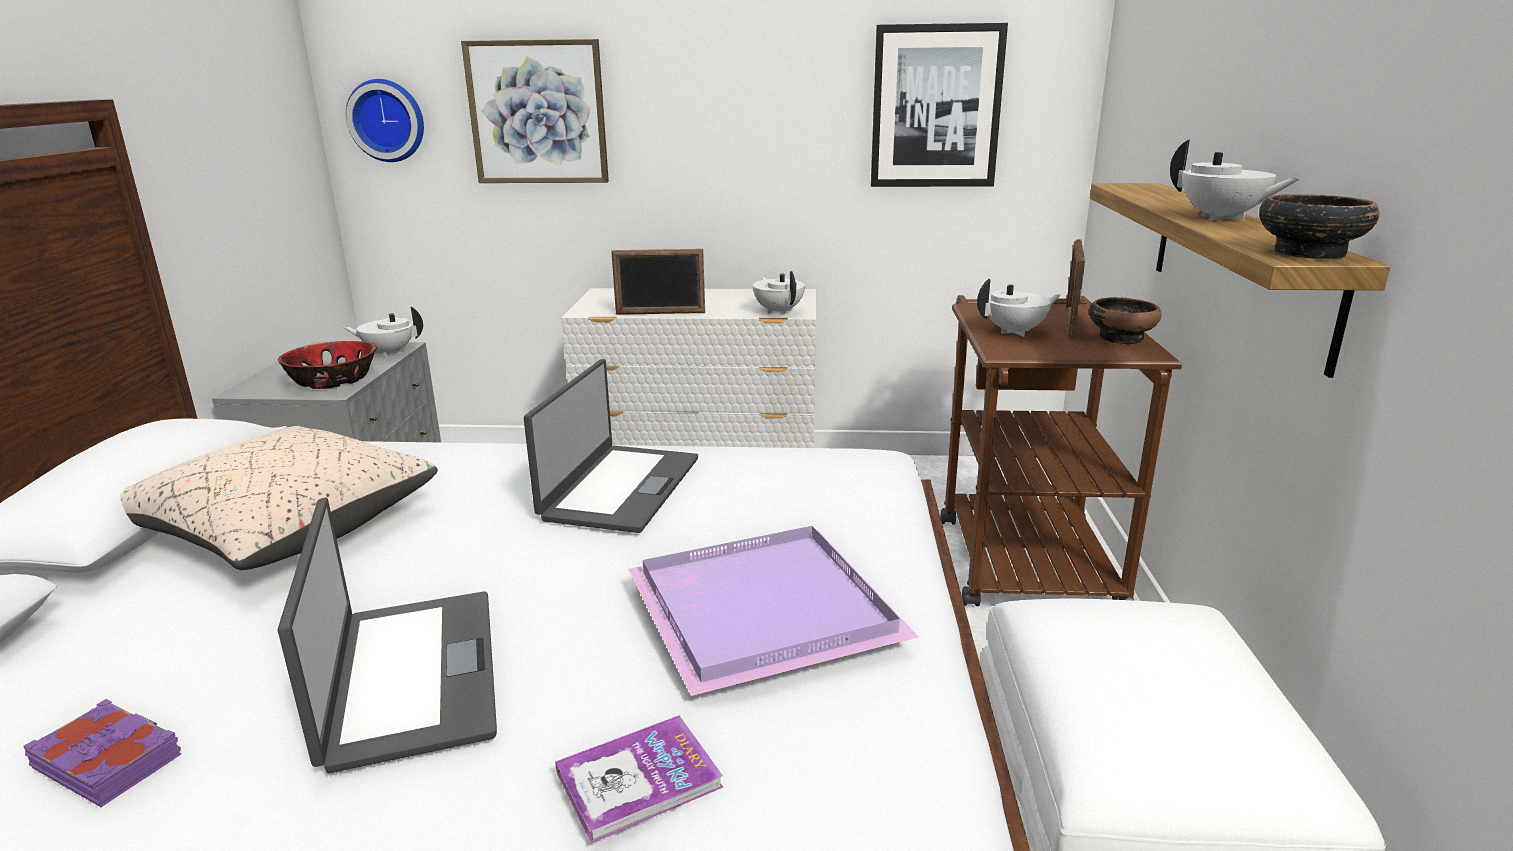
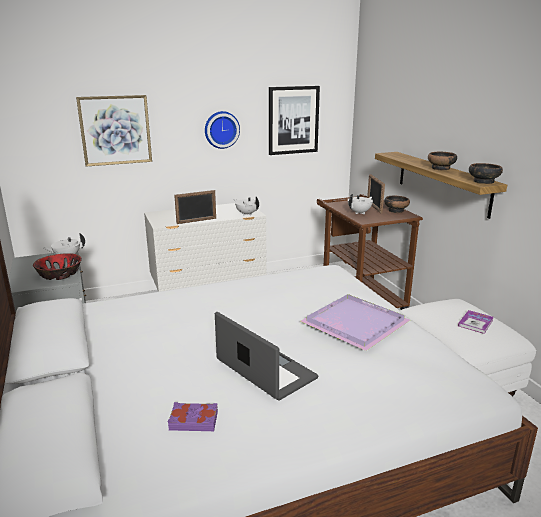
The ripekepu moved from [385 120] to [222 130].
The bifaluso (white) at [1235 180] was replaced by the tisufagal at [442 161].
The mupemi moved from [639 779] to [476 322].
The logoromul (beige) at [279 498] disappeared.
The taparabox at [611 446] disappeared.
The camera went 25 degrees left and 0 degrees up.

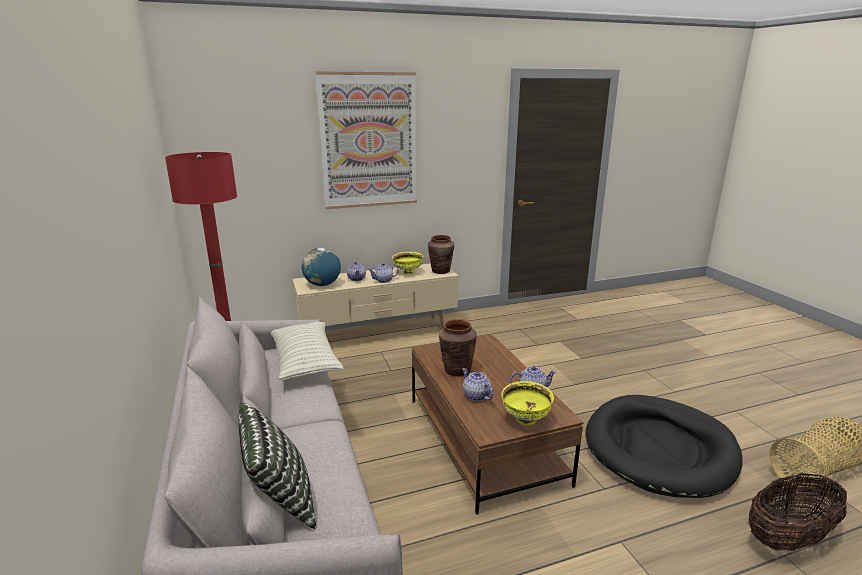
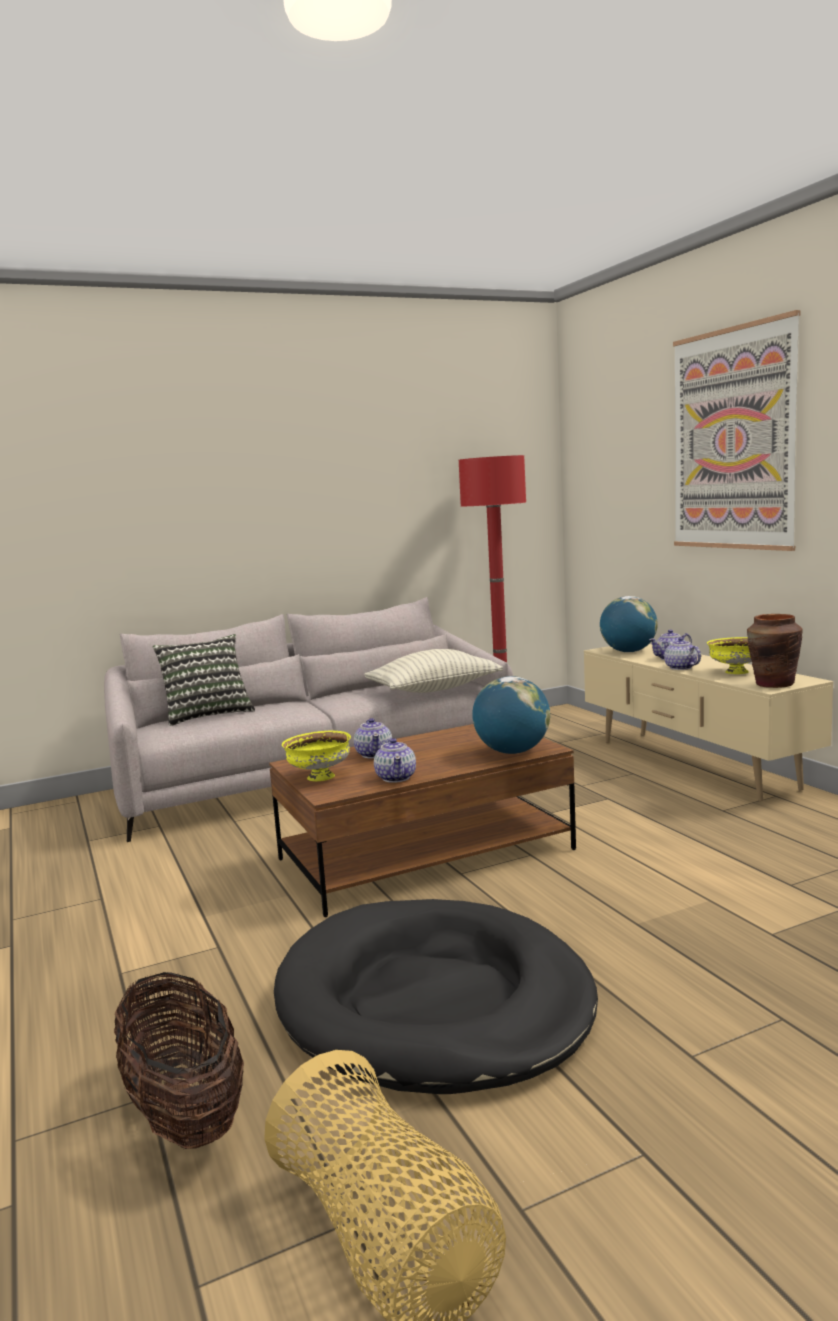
The bifaluso at [478 384] turned 120 degrees clockwise.
The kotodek at [511 715] appeared.
The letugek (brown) at [458 347] disappeared.
The camera went 85 degrees right and 10 degrees down.

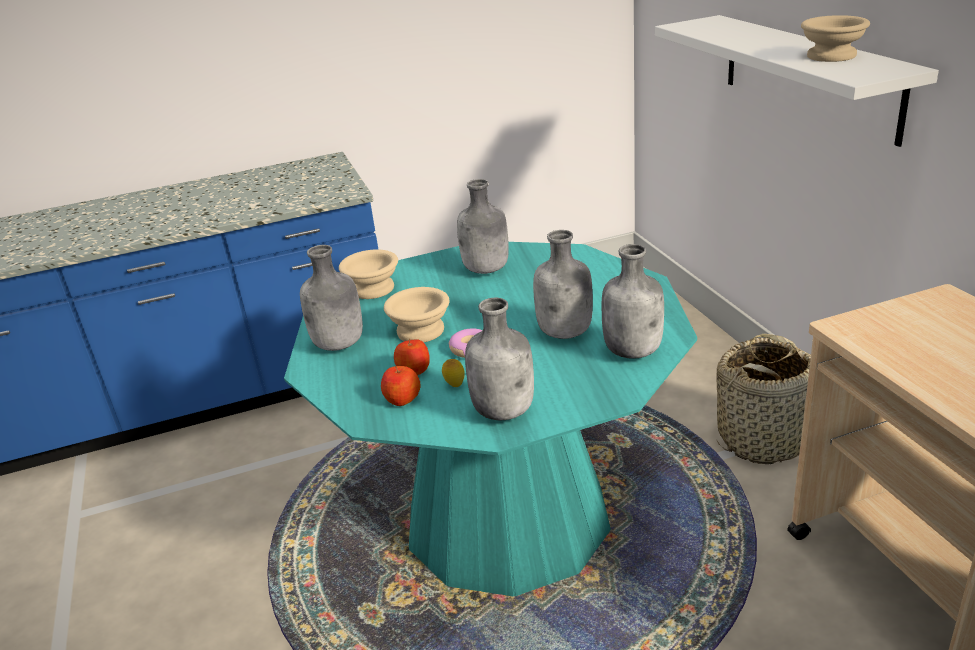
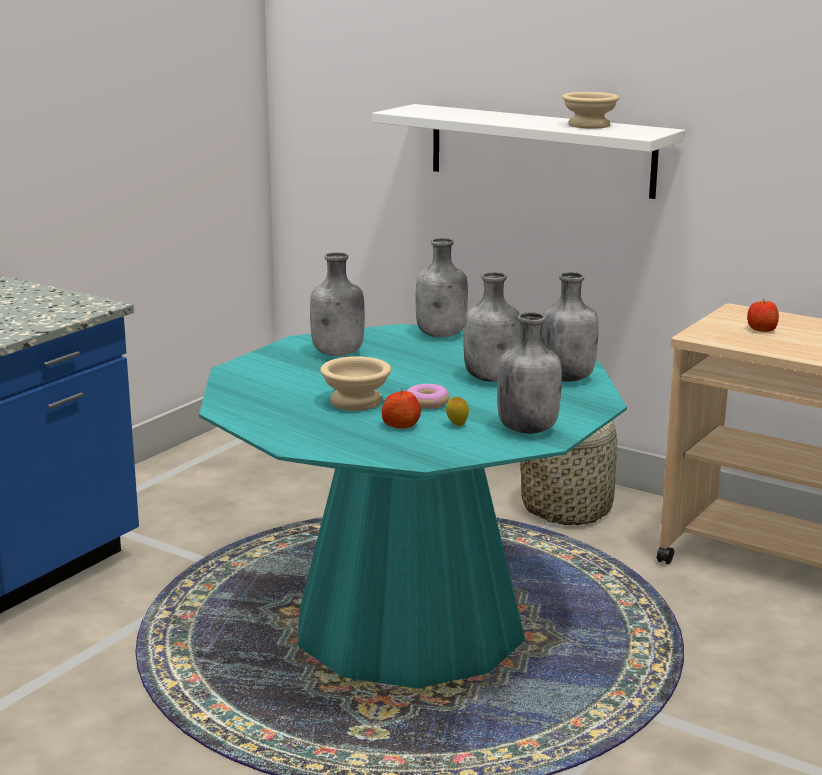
The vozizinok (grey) moved from [331 298] to [441 288].
The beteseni moved from [401 386] to [763 315].
The tisufagal (beige) at [368 274] disappeared.
The camera went 40 degrees left and 10 degrees down.

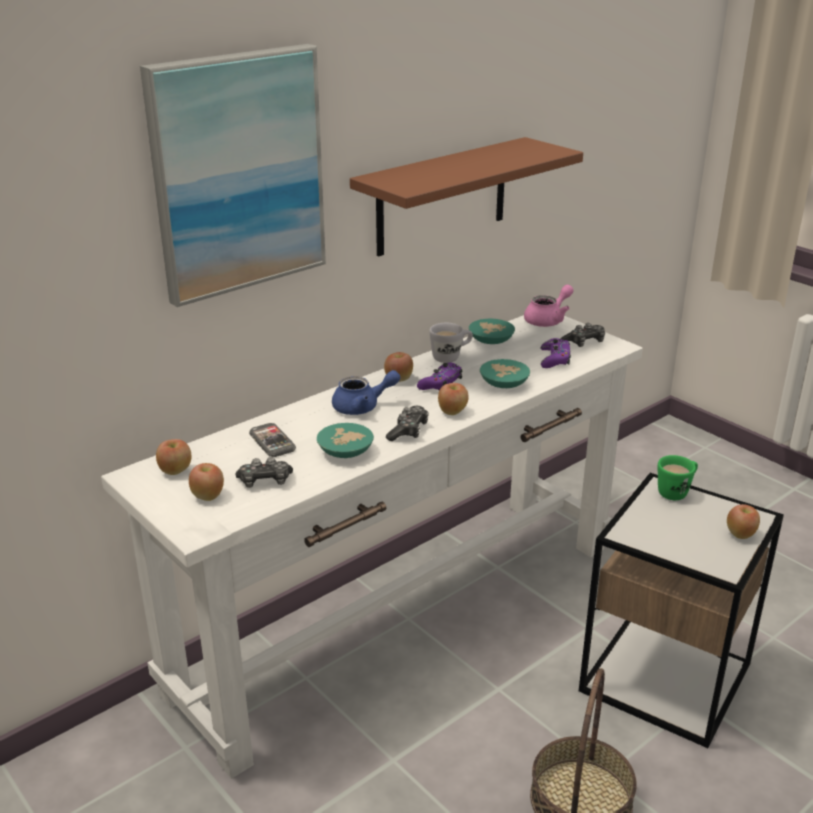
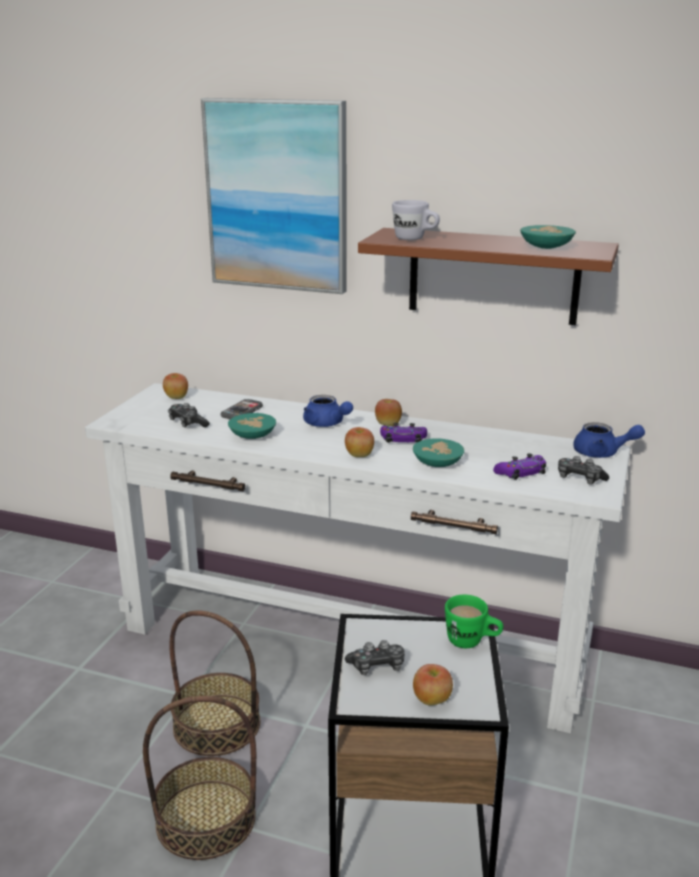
The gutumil at [214 683] appeared.
The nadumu moved from [407 423] to [375 657].
The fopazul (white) moved from [451 343] to [416 220].
The tisufagal (turquoise) moved from [492 331] to [548 237].
The bifaluso (pink) at [549 306] became the bifaluso (blue) at [609 440].
The beteseni at [206 482] disappeared.
The camera went 60 degrees right and 5 degrees down.

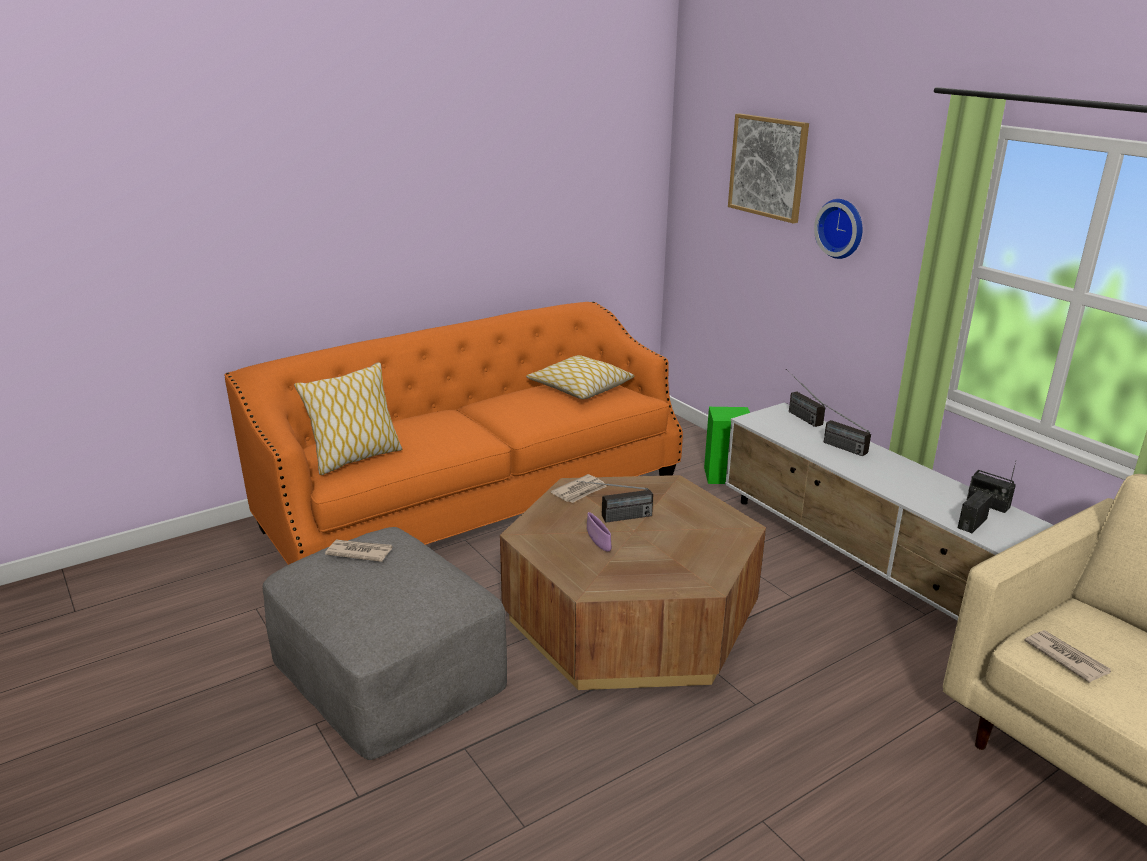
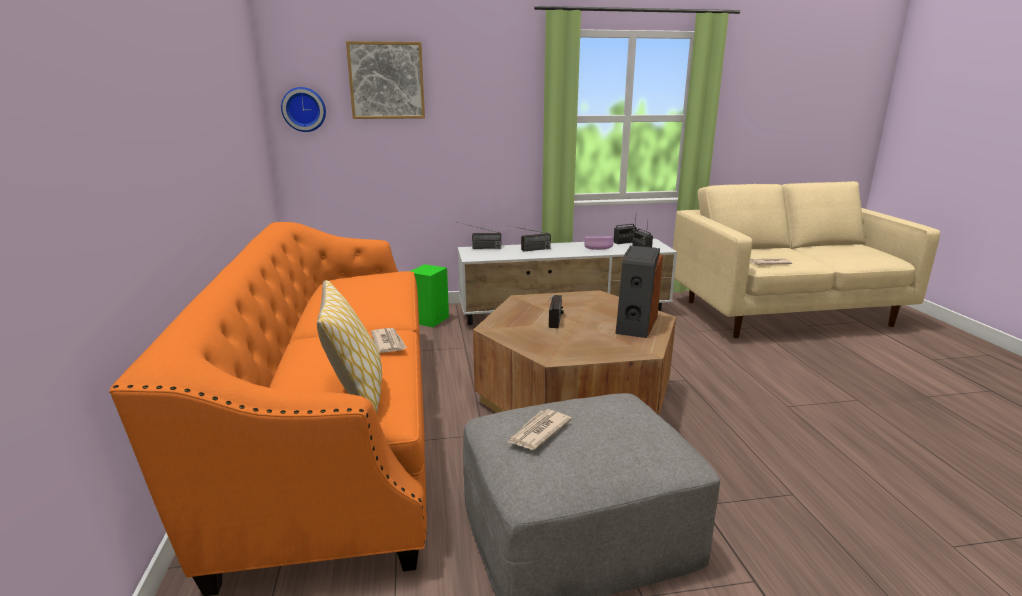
The ripekepu moved from [838 229] to [303 109].
The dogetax moved from [579 488] to [389 340].
The tisufagal (purple) moved from [599 532] to [598 243].
The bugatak at [639 292] appeared.
The logoromul at [580 377] disappeared.
The camera went 65 degrees left and 5 degrees down.

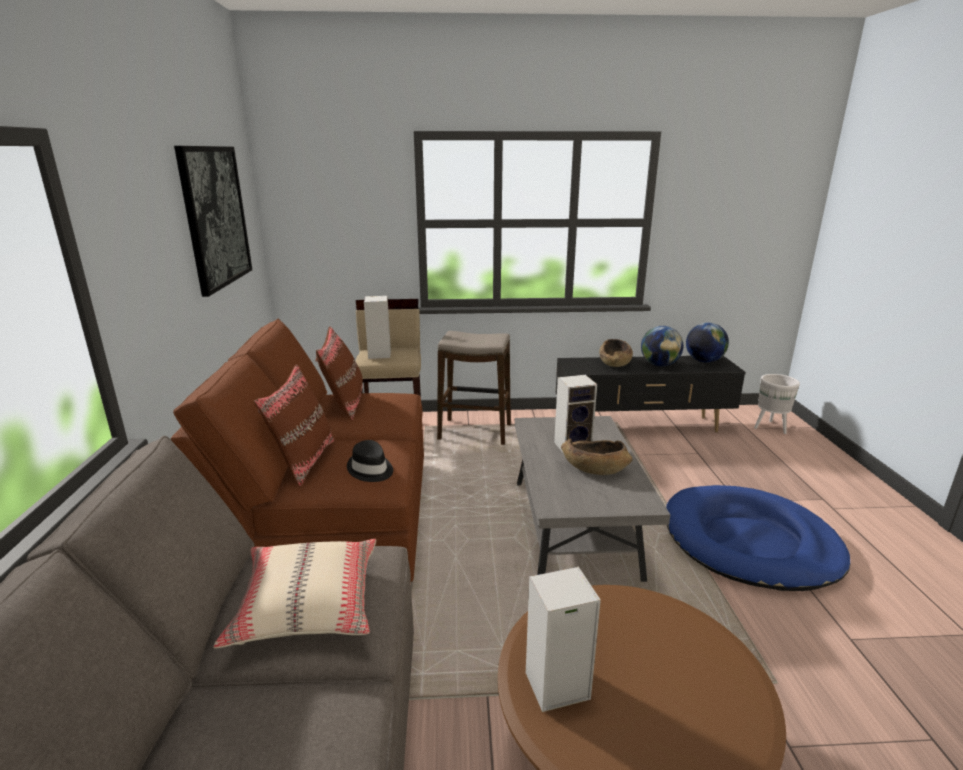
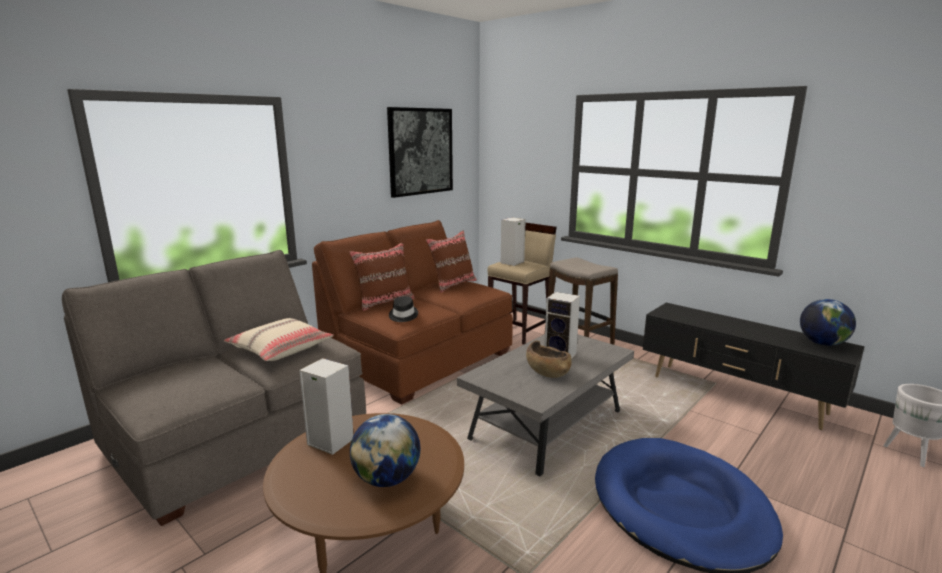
The kotodek moved from [662 346] to [385 450].
The tisufagal (brown) at [616 353] disappeared.
The camera went 45 degrees right and 5 degrees down.

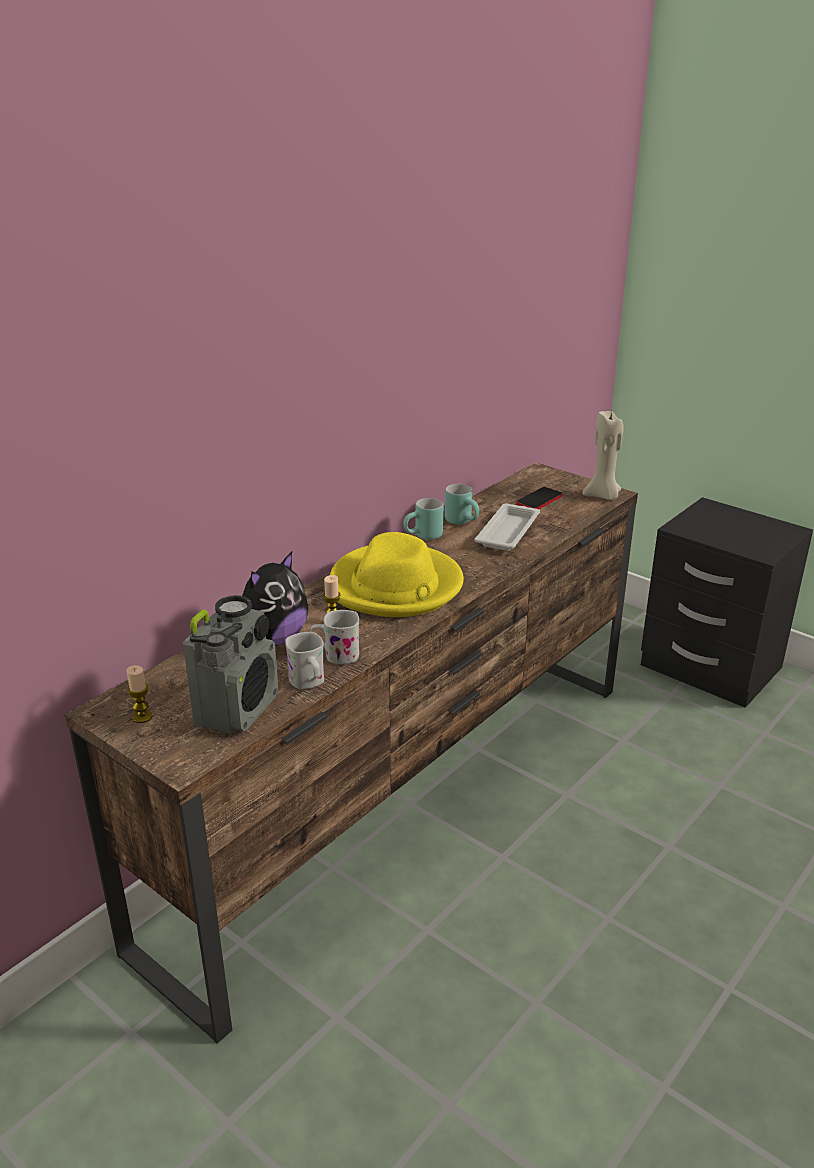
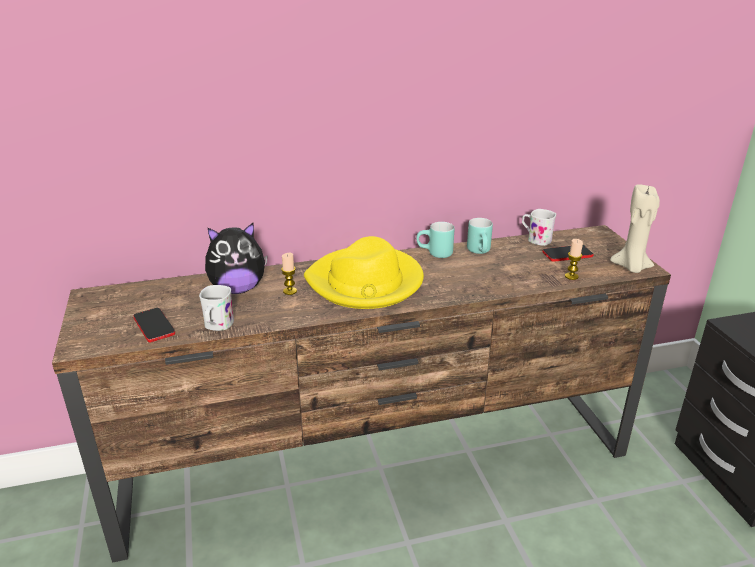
The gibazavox at [230 664] was replaced by the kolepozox at [154 325].
The fopazul (white) moved from [335 637] to [539 227].
The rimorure moved from [139 694] to [574 259].
The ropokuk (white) at [507 527] disappeared.
The camera went 35 degrees right and 0 degrees up.

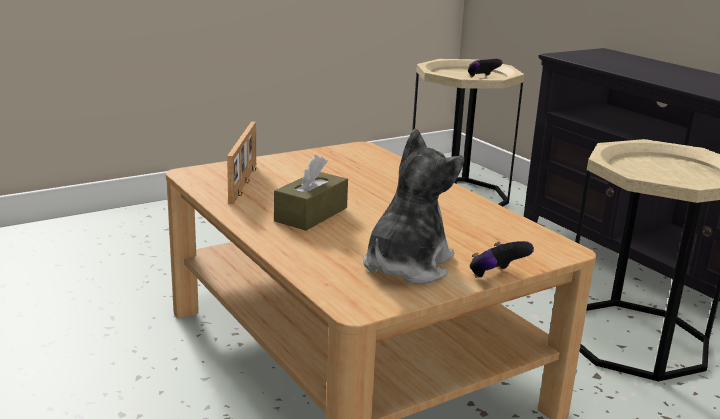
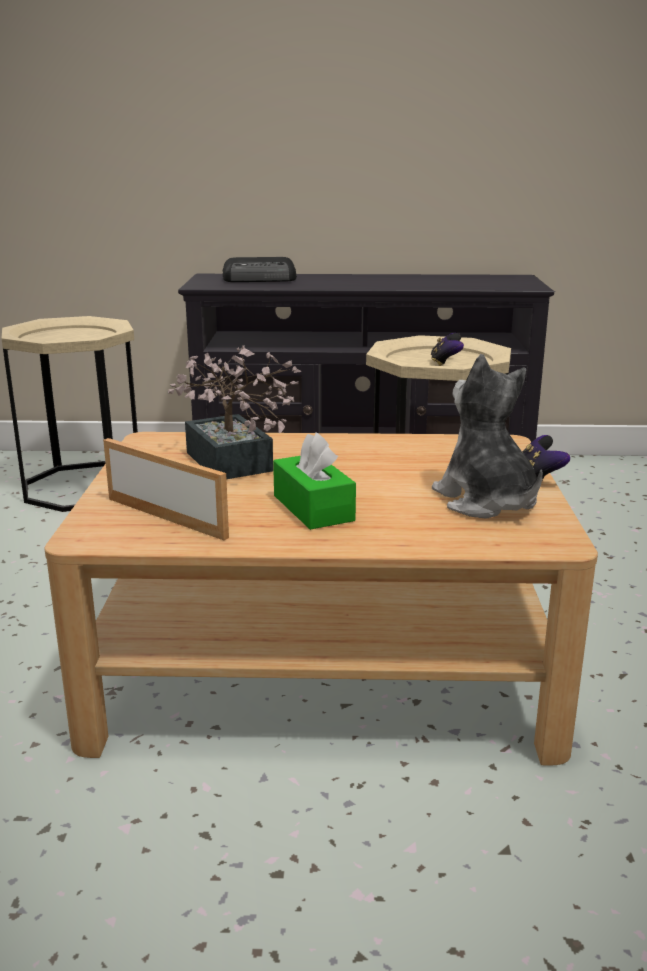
The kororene at [234 412] appeared.
The gibazavox at [259 269] appeared.
The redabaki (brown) at [311 193] became the redabaki (green) at [314 481].
The nadumu moved from [485 68] to [447 349].
The camera went 55 degrees left and 0 degrees up.

